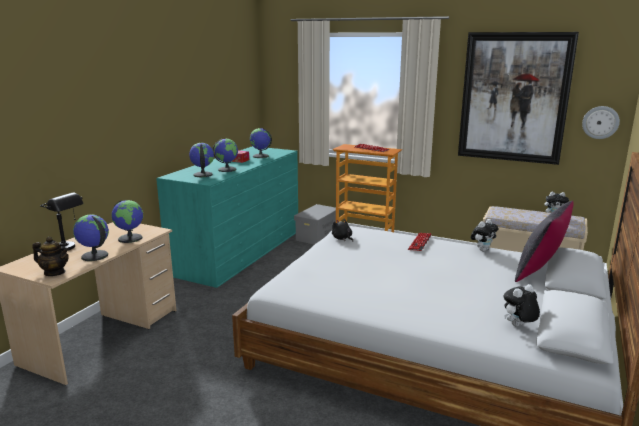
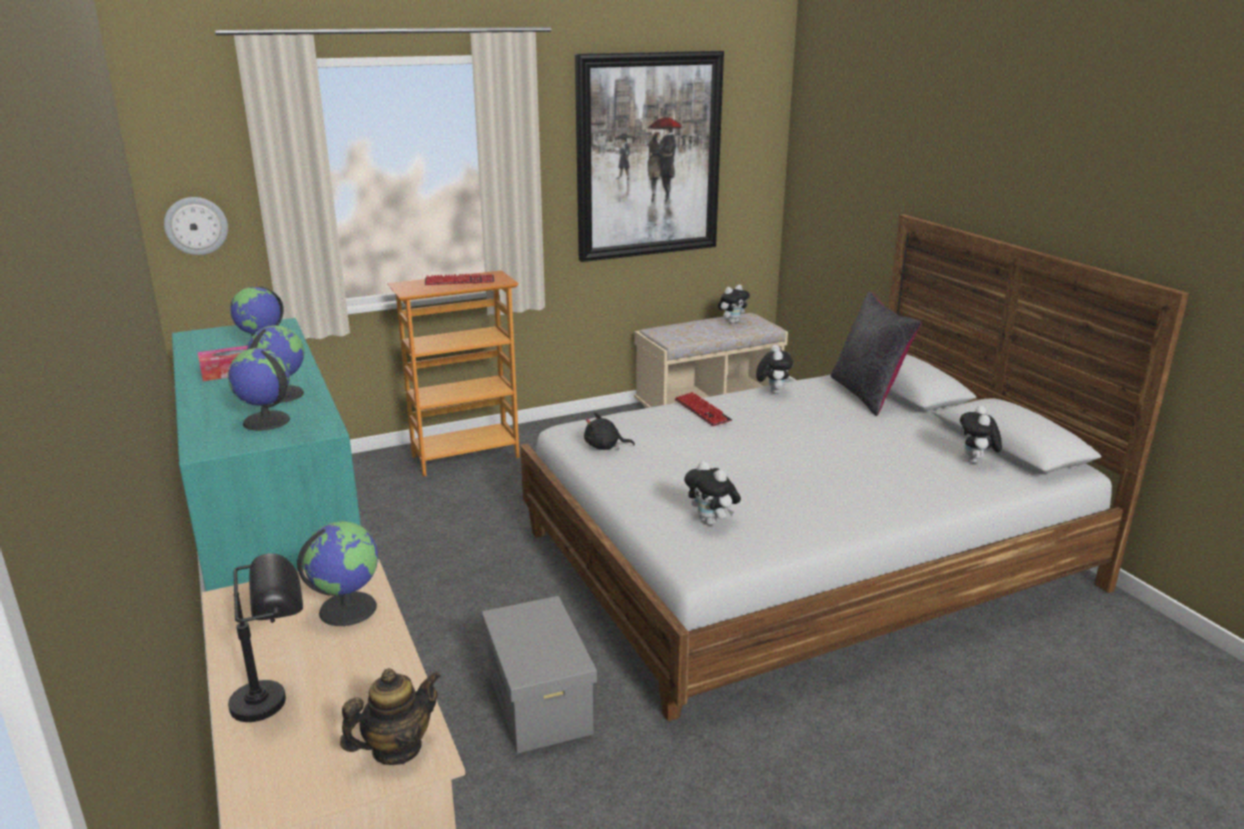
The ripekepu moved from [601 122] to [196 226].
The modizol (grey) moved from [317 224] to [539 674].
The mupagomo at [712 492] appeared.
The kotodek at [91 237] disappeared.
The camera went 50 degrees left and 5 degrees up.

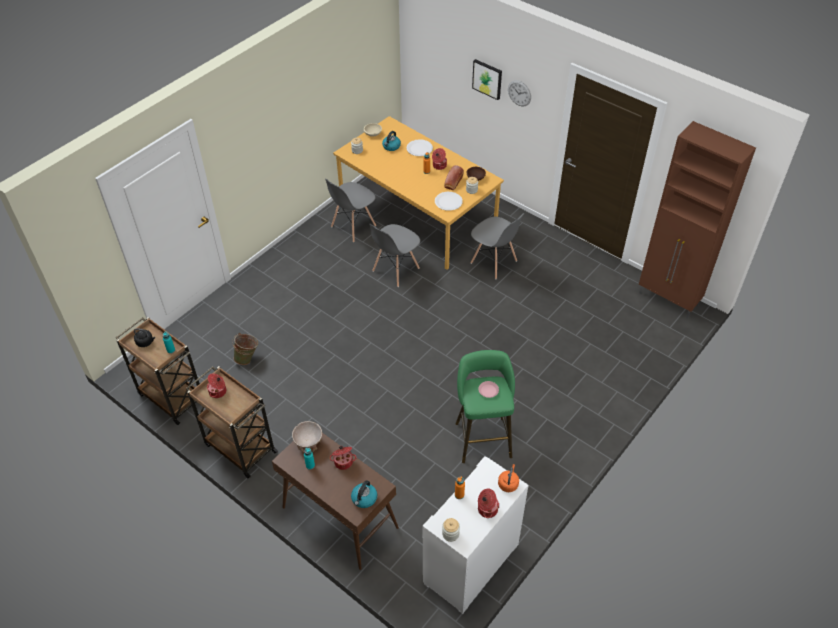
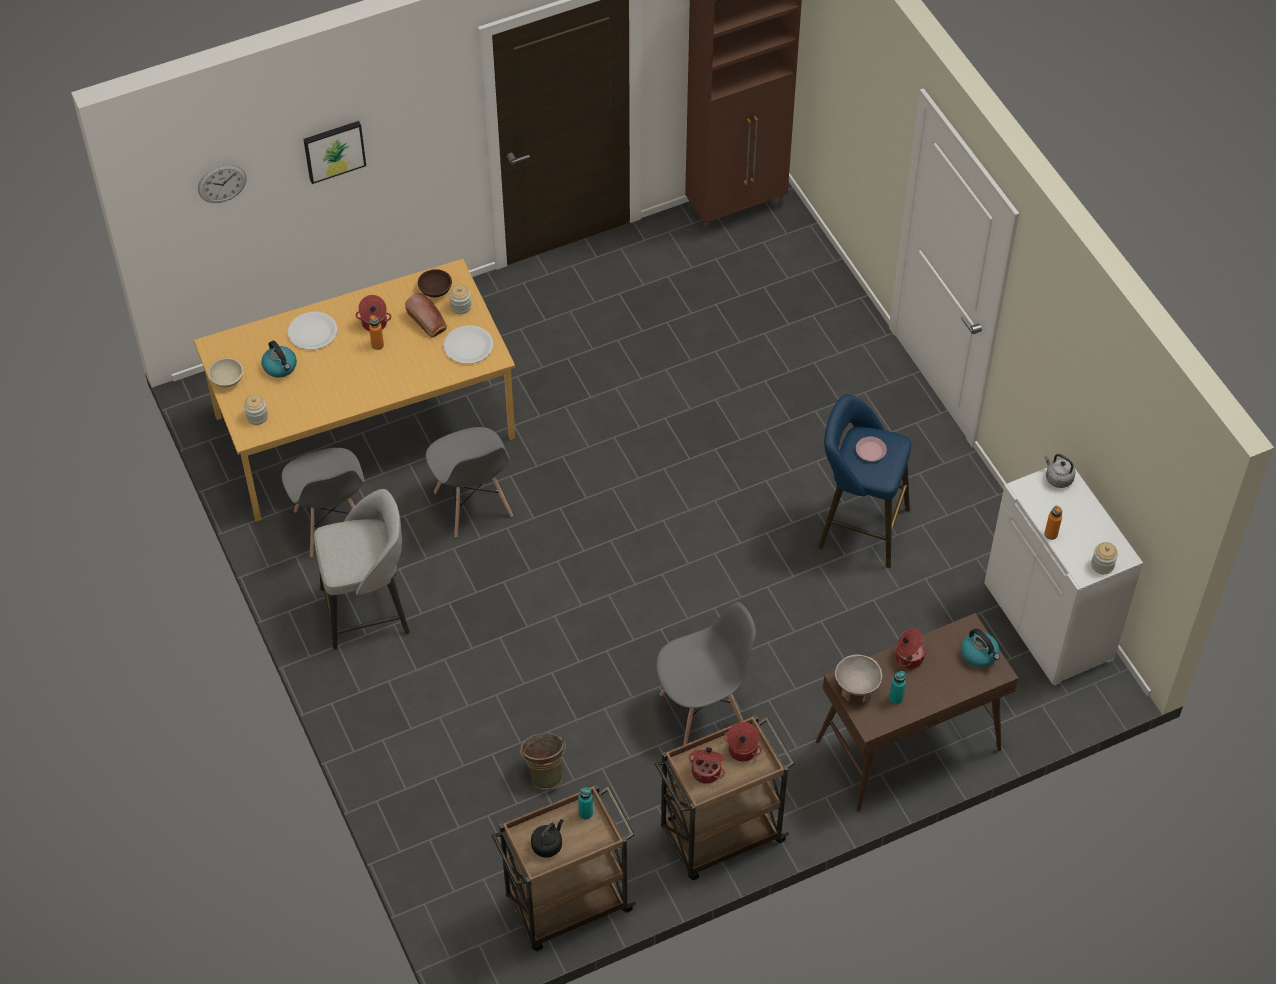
The ripekepu moved from [519 93] to [222 183].
The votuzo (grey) at [362 569] appeared.
The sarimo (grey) moved from [497 246] to [706 673].
The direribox moved from [488 503] to [743 742].
The votuzo (green) at [485 406] became the votuzo (blue) at [864 481].
The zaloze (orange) at [508 478] became the zaloze (grey) at [1060 471].
The camera went 65 degrees left and 5 degrees up.

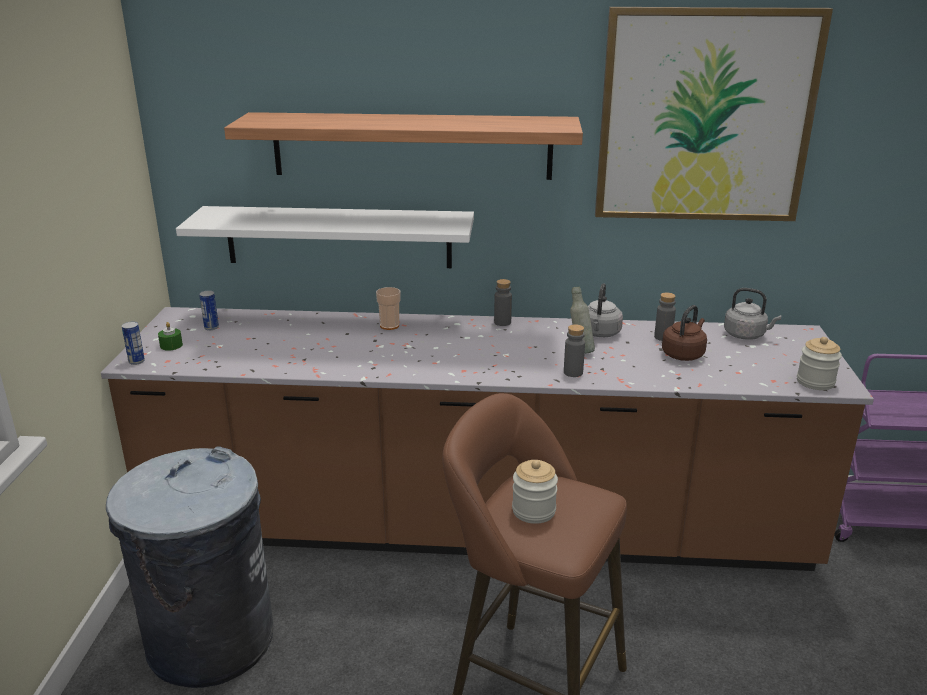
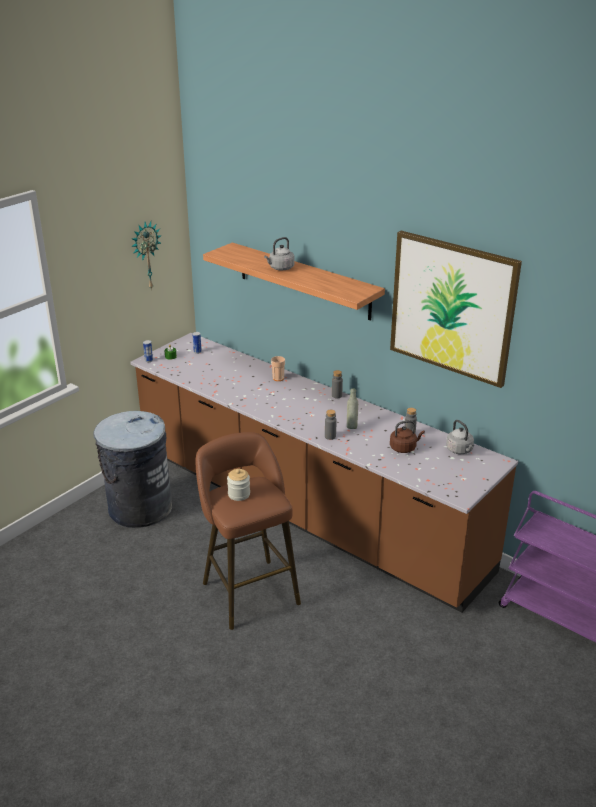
The ripekepu at [146 255] appeared.
The zaloze (grey) moved from [605 310] to [279 253].
The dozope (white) at [325 237] disappeared.
The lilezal at [819 363] disappeared.
The camera went 35 degrees right and 5 degrees up.

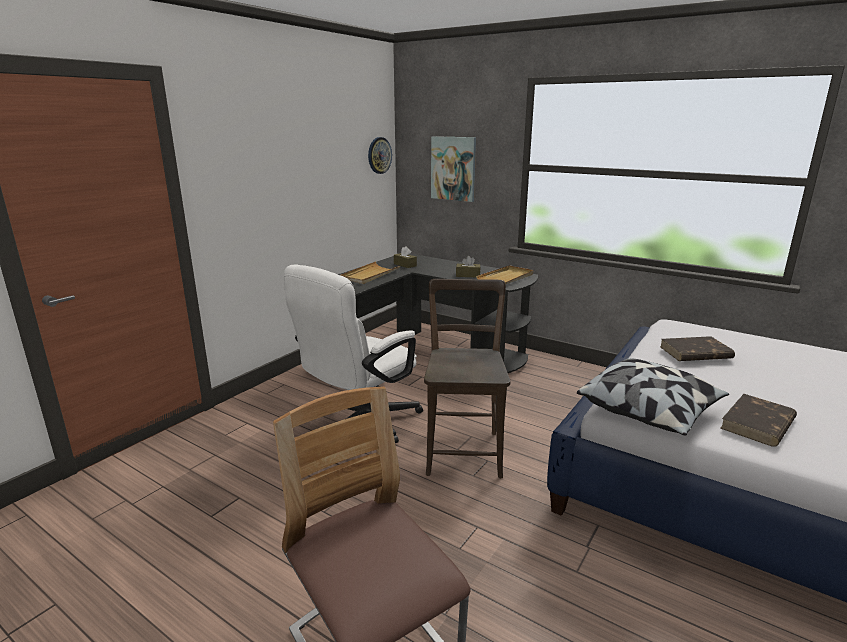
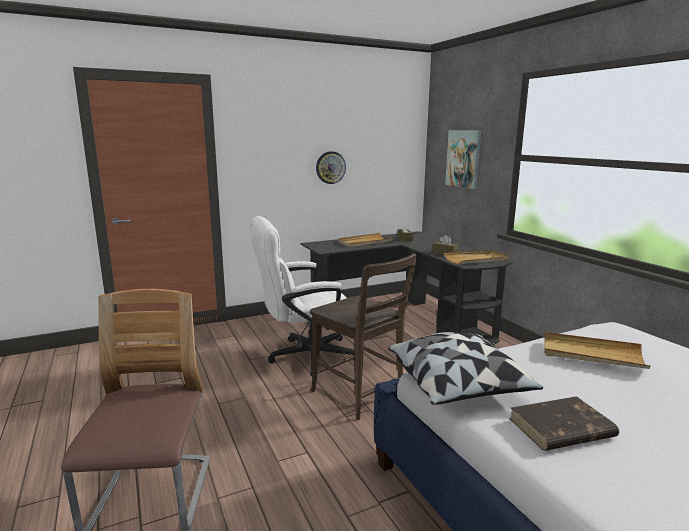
The sarimo (brown) at [467 378] turned 105 degrees clockwise.
The ripekepu moved from [380 155] to [331 167].
The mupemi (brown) at [697 348] was replaced by the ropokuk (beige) at [597 350].
The camera went 30 degrees right and 5 degrees down.

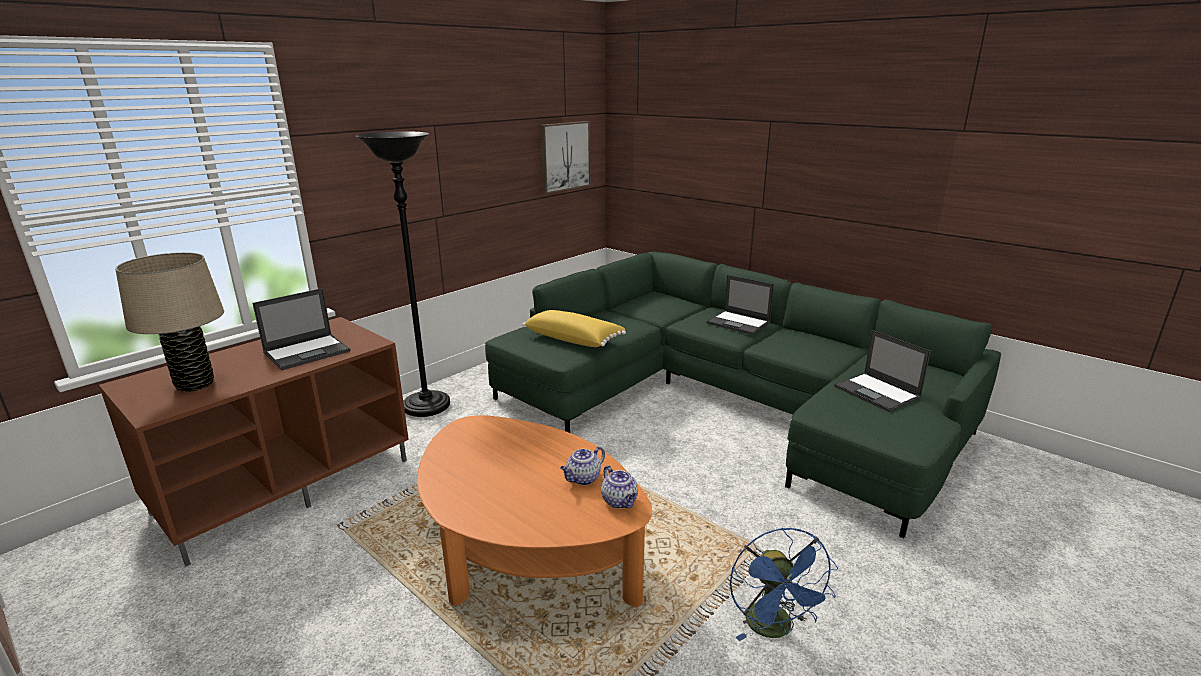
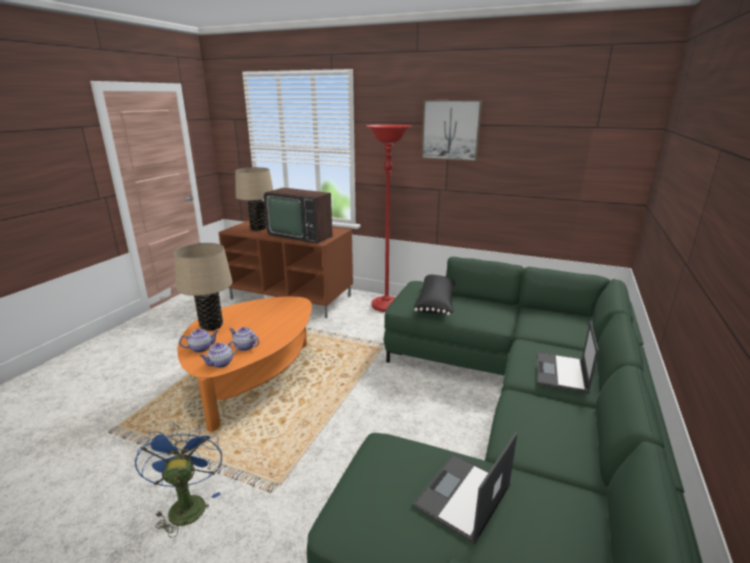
The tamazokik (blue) at [784 584] turned 105 degrees clockwise.
The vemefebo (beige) at [203 287] appeared.
The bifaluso at [198 341] appeared.
The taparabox at [301 329] was replaced by the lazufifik at [298 216].
The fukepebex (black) at [403 274] became the fukepebex (red) at [388 218].
The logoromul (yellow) at [574 328] became the logoromul (black) at [434 295].
The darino moved from [565 157] to [451 130].
The camera went 70 degrees right and 0 degrees up.

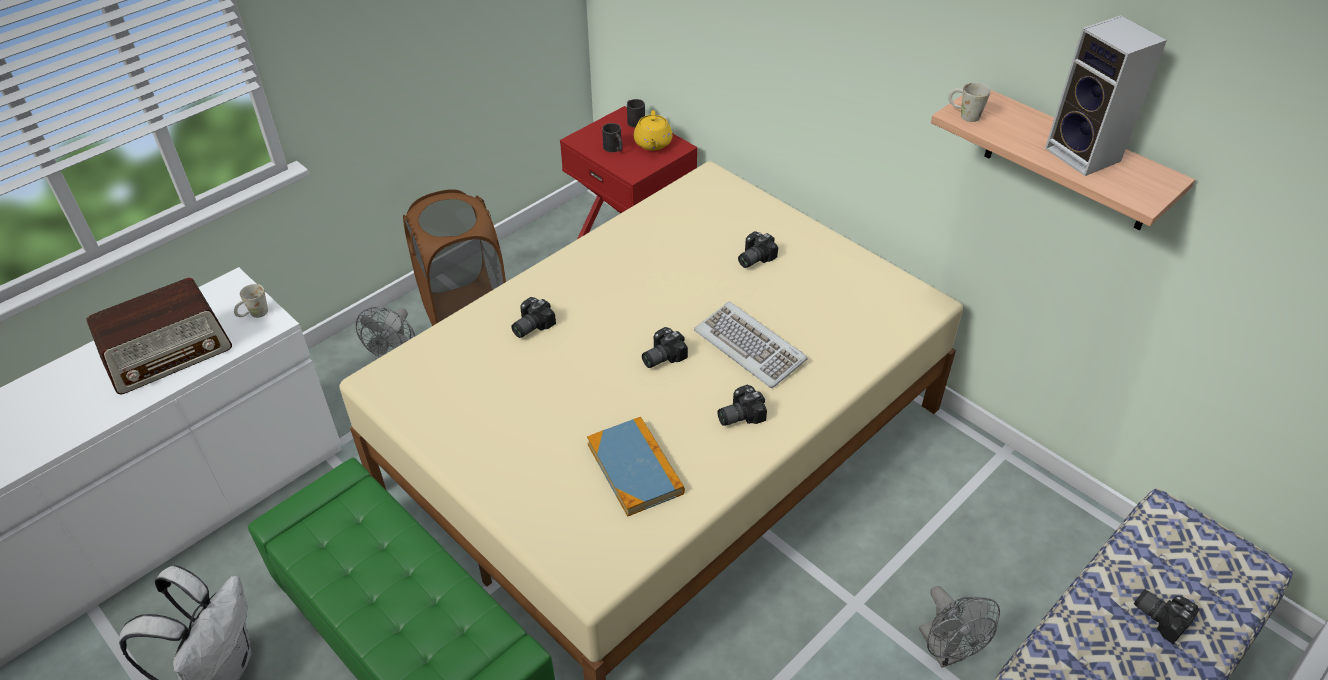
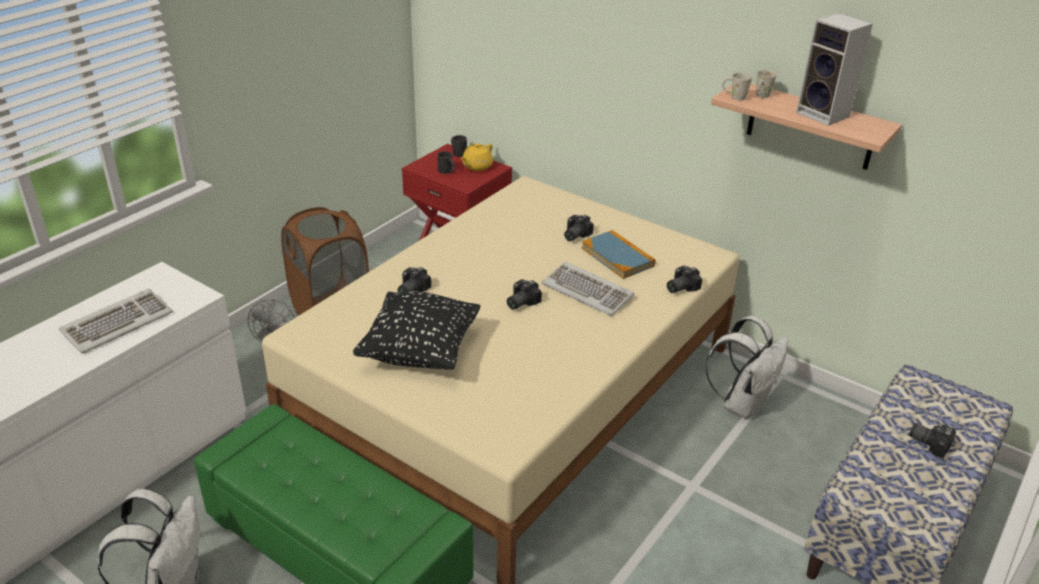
The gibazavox at [159 336] was replaced by the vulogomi at [116 321].
The logoromul (black) at [417 330] appeared.
The bifaluso (yellow) at [653 130] turned 45 degrees clockwise.
The mupemi moved from [636 467] to [619 254].
The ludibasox moved from [742 405] to [684 279].
The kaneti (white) at [747 367] appeared.
The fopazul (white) moved from [251 301] to [766 84].
The tamazokik (grey) at [959 627] disappeared.
The camera went 10 degrees left and 10 degrees down.

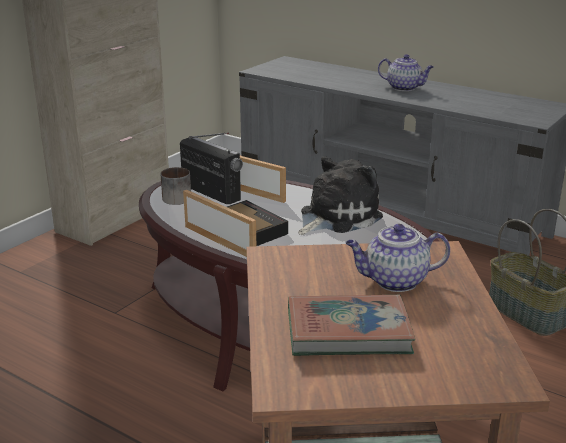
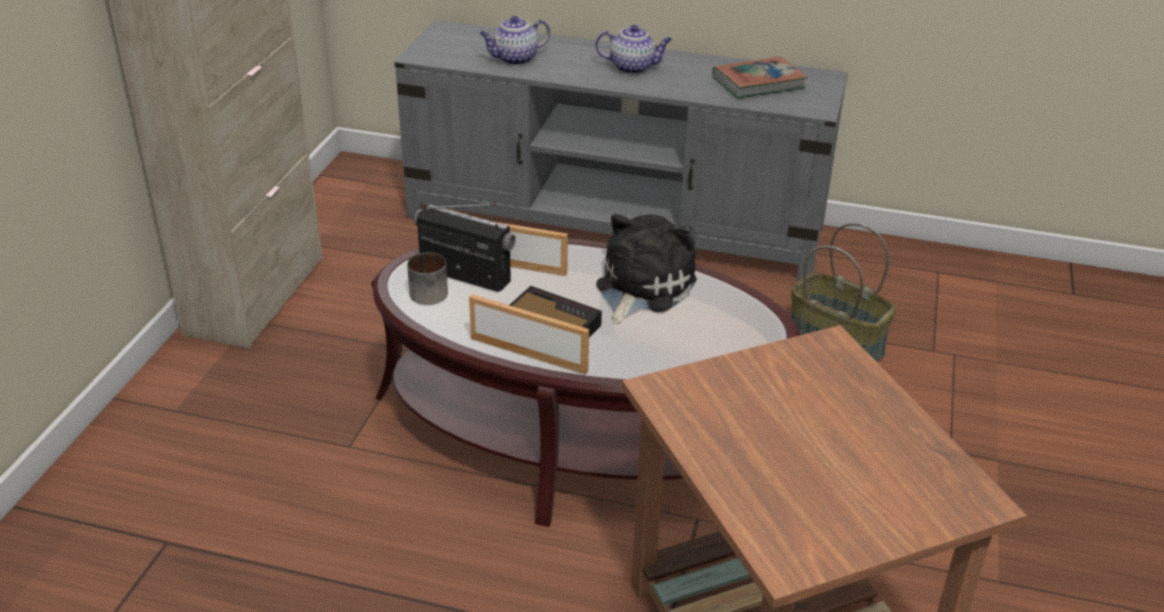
The bifaluso moved from [398 258] to [515 40].
The mupemi moved from [351 325] to [759 77].
The camera went 20 degrees left and 10 degrees up.

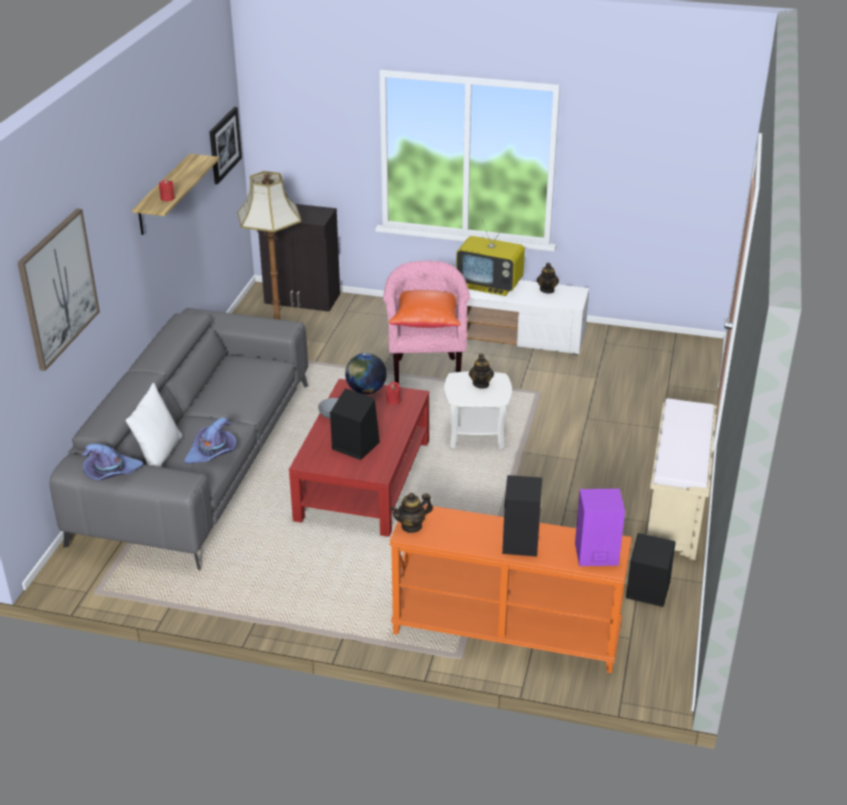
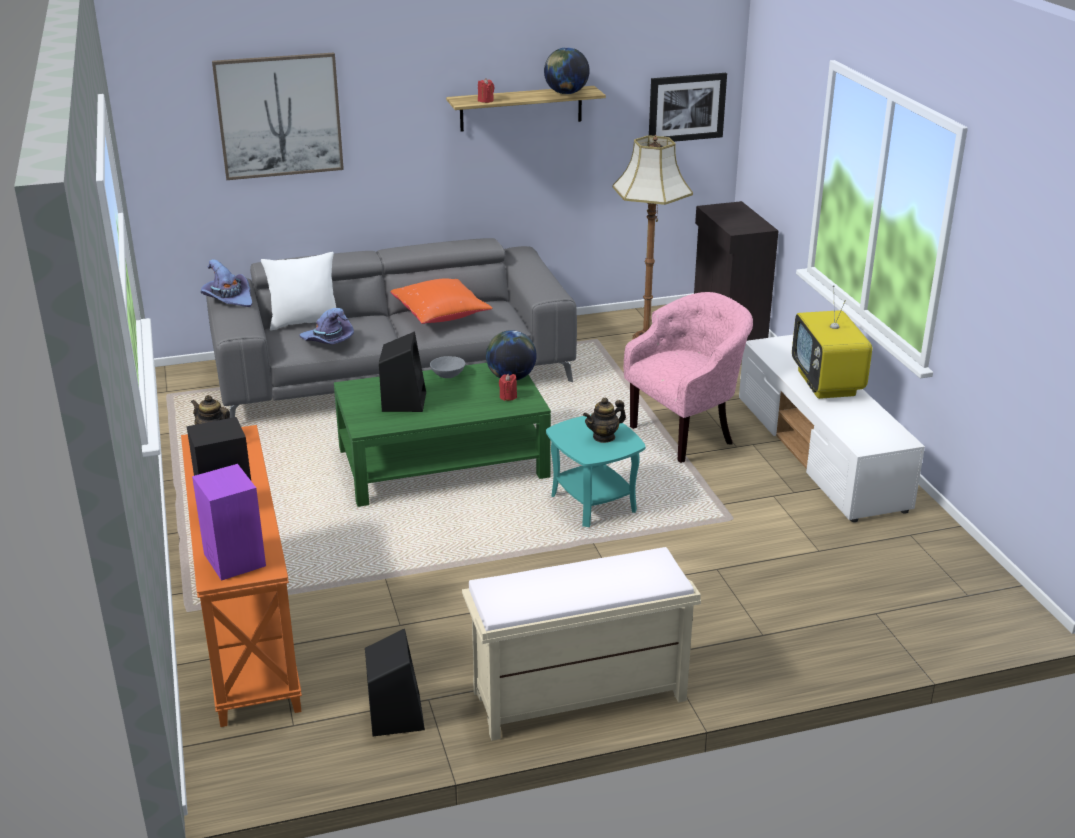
The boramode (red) at [359 458] became the boramode (green) at [442 435].
The logoromul (orange) moved from [425 309] to [441 301].
The kotodek at [567 70] appeared.
The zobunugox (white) at [478 410] became the zobunugox (turquoise) at [596 470].
The bifaluso at [548 278] disappeared.
The camera went 60 degrees right and 5 degrees down.

